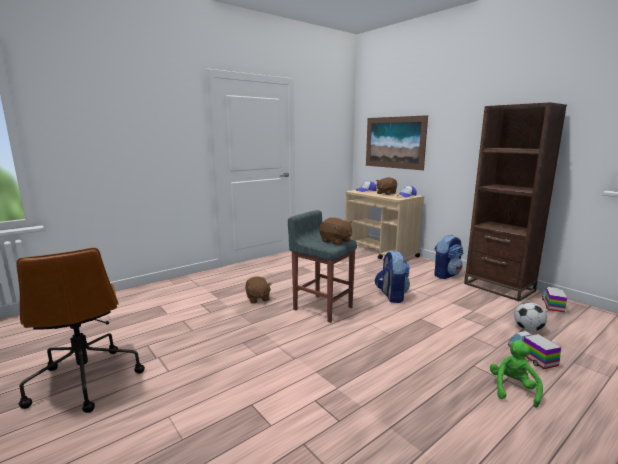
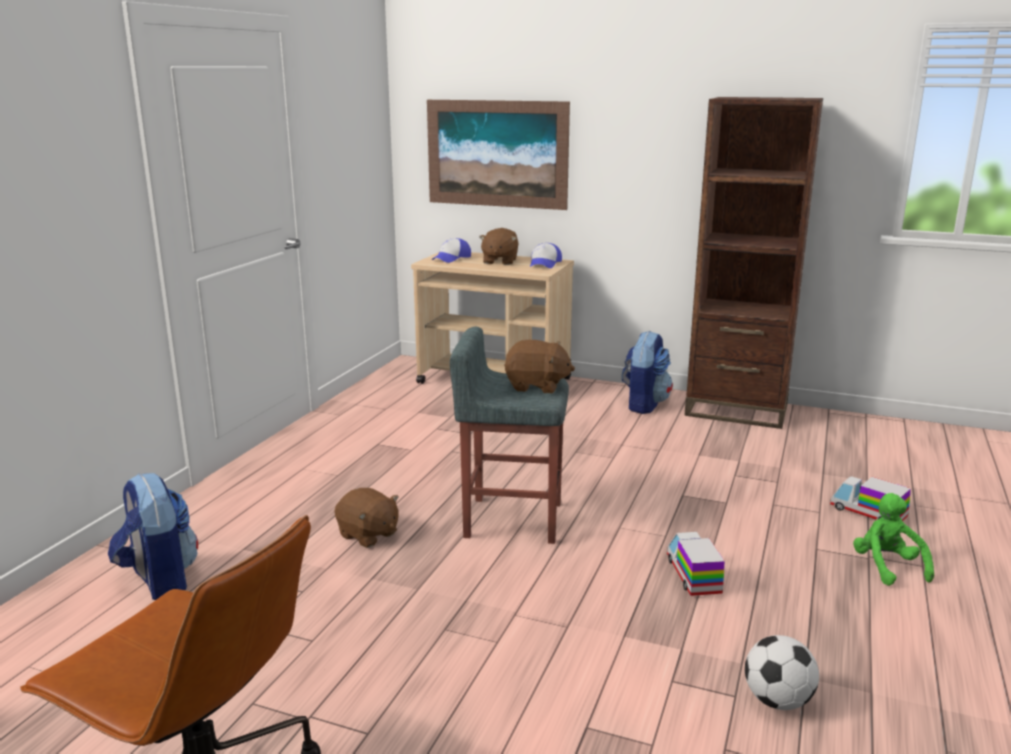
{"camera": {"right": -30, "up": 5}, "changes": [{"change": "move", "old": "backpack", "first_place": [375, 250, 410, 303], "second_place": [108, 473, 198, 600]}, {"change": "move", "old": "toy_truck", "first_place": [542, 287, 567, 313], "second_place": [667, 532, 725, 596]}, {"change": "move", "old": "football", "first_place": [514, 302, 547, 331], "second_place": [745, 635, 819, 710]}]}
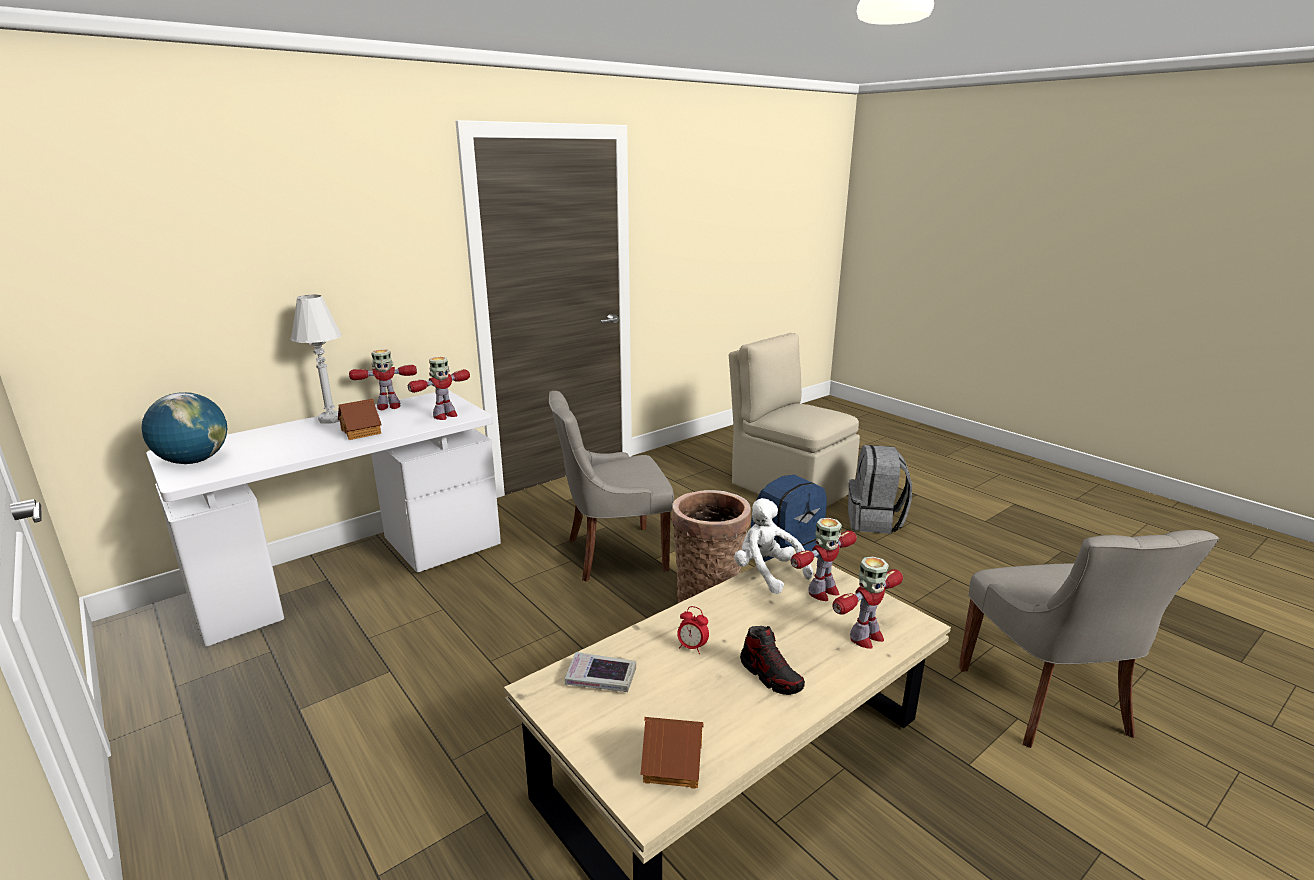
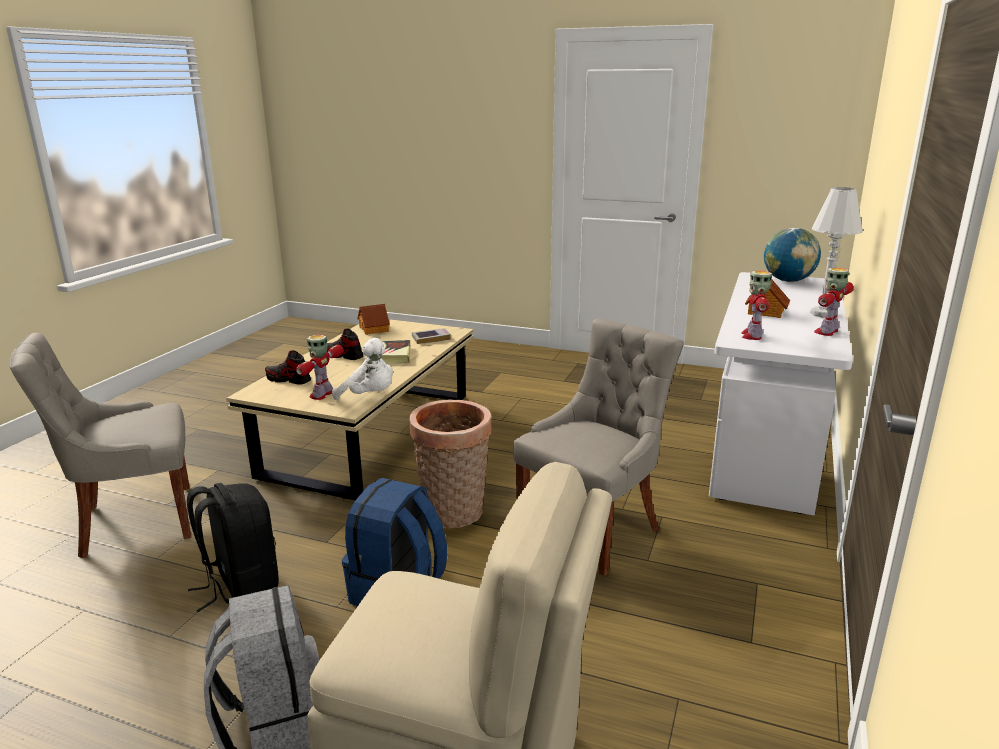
{"camera": {"right": 150, "up": 0}, "changes": [{"change": "rotate", "old": "grey_chair", "first_place": [959, 530, 1219, 748], "second_place": [10, 333, 191, 558], "degrees": -75}, {"change": "replace", "old": "toy_robot", "new": "shoe", "first_place": [832, 556, 903, 649], "second_place": [265, 351, 311, 385]}, {"change": "replace", "old": "alarm_clock", "new": "book", "first_place": [677, 606, 709, 654], "second_place": [381, 340, 410, 364]}, {"change": "insert", "new": "black_backpack", "second_place": [187, 483, 279, 612]}]}
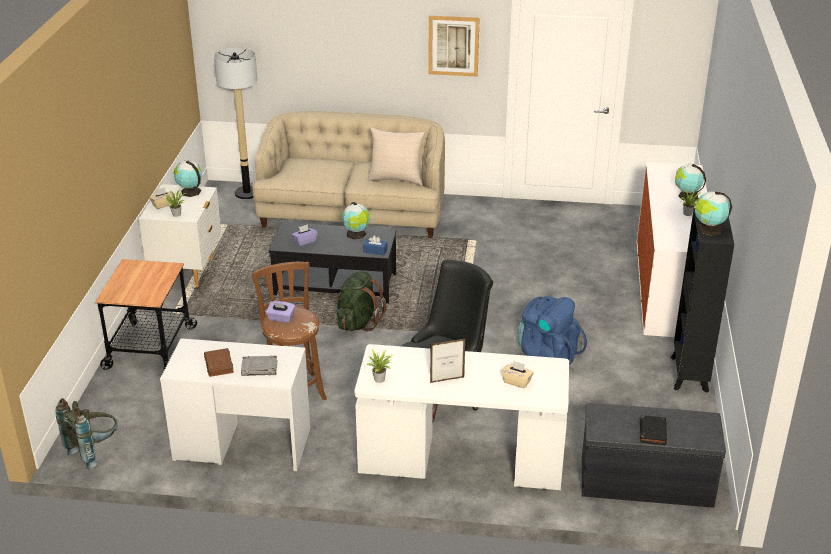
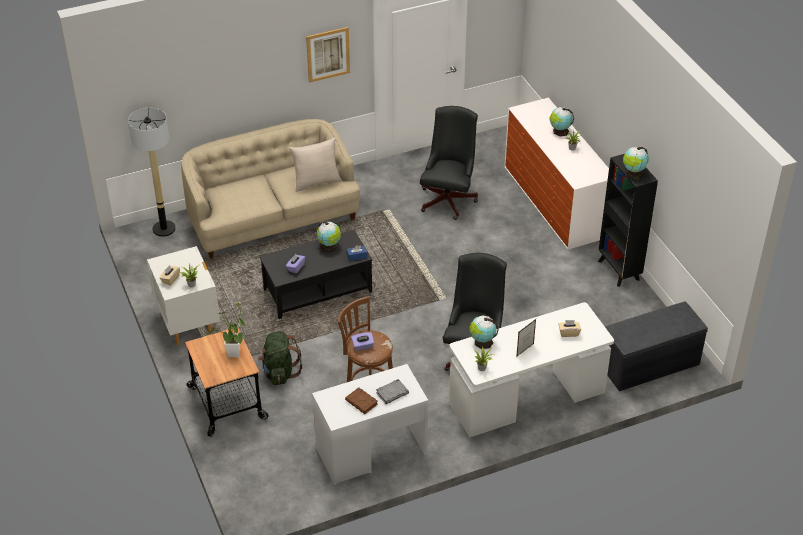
{"camera": {"right": -30, "up": 10}, "changes": [{"change": "move", "old": "globe", "first_place": [174, 160, 202, 197], "second_place": [469, 315, 499, 349]}, {"change": "move", "old": "green_backpack", "first_place": [336, 272, 386, 331], "second_place": [258, 331, 302, 385]}, {"change": "delete", "old": "blue_backpack", "first_place": [518, 296, 587, 365]}, {"change": "delete", "old": "grey_backpack", "first_place": [55, 398, 118, 469]}, {"change": "delete", "old": "black_book", "first_place": [640, 415, 667, 445]}, {"change": "insert", "new": "black_office_chair", "second_place": [420, 106, 478, 220]}, {"change": "insert", "new": "potted_plant", "second_place": [206, 303, 246, 357]}]}
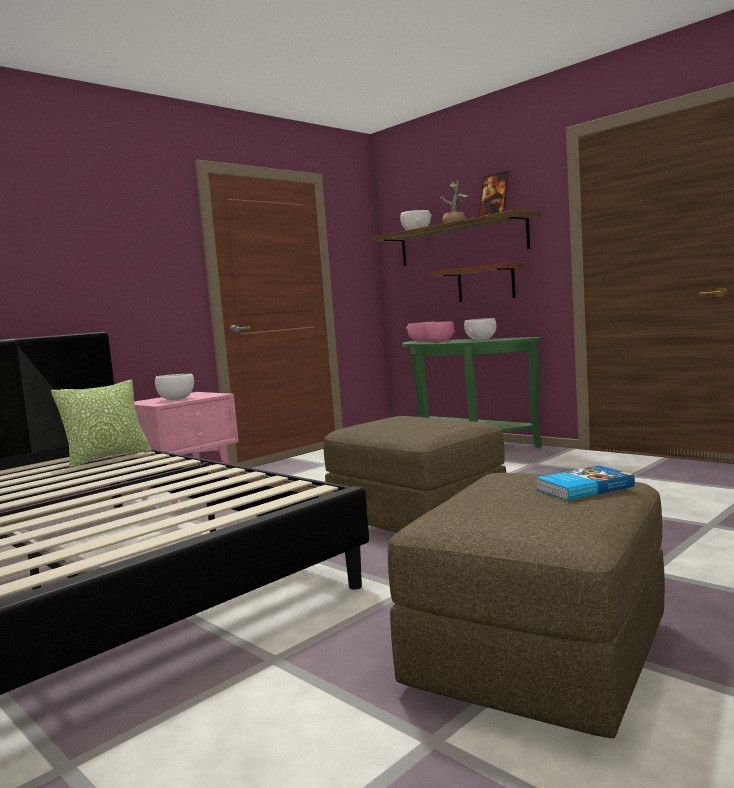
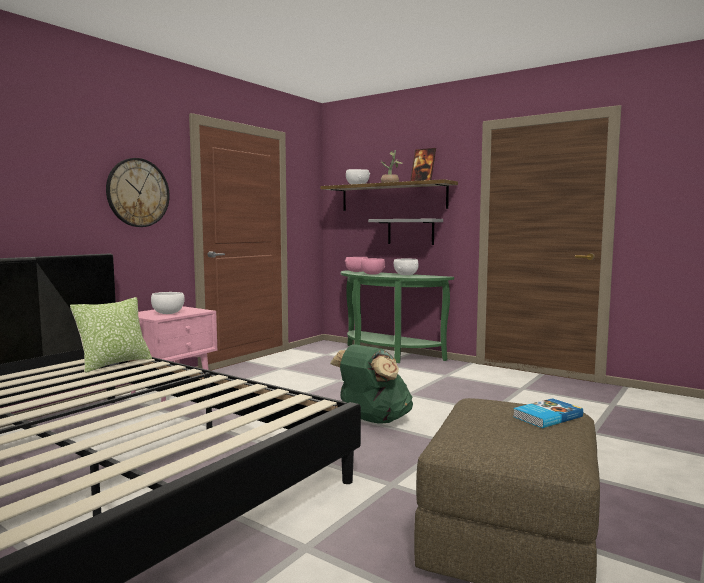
{"camera": {"right": -10, "up": 0}, "changes": [{"change": "recolor", "old": "brown_shelf", "new": "grey_shelf", "first_place": [430, 263, 525, 302], "second_place": [368, 219, 443, 245]}, {"change": "replace", "old": "brown_ottoman", "new": "green_backpack", "first_place": [324, 416, 506, 533], "second_place": [330, 344, 413, 424]}, {"change": "insert", "new": "wall_clock", "second_place": [106, 158, 170, 227]}]}
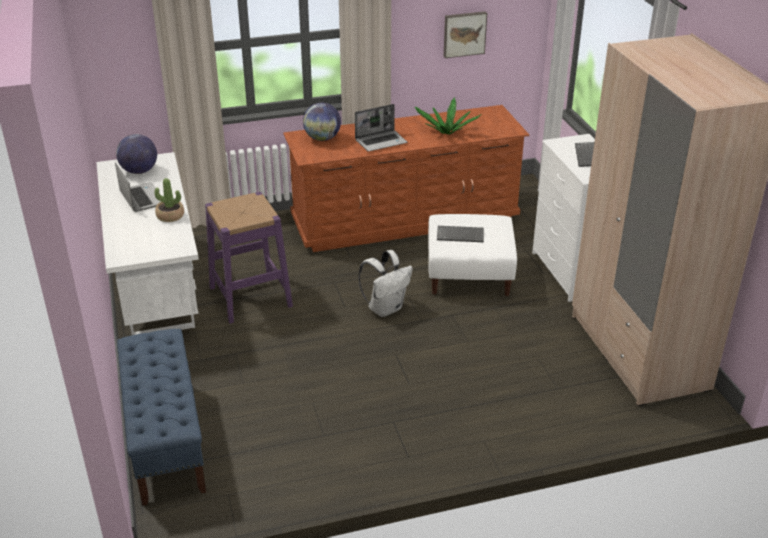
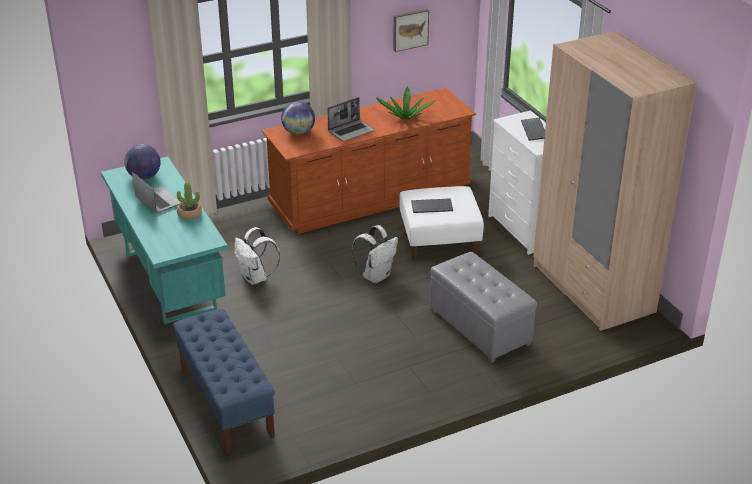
{"camera": {"right": -10, "up": 0}, "changes": [{"change": "recolor", "old": "white_desk", "new": "turquoise_desk", "first_place": [96, 152, 199, 335], "second_place": [101, 156, 228, 324]}, {"change": "replace", "old": "purple_stool", "new": "white_backpack", "first_place": [205, 192, 293, 324], "second_place": [234, 227, 280, 285]}, {"change": "insert", "new": "grey_ottoman", "second_place": [430, 252, 537, 363]}]}
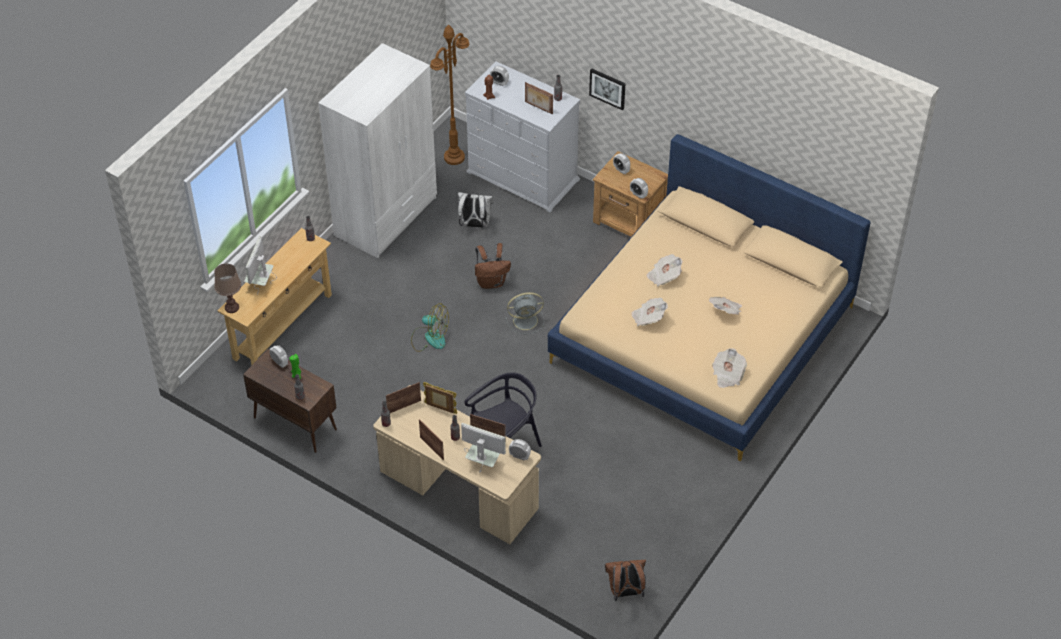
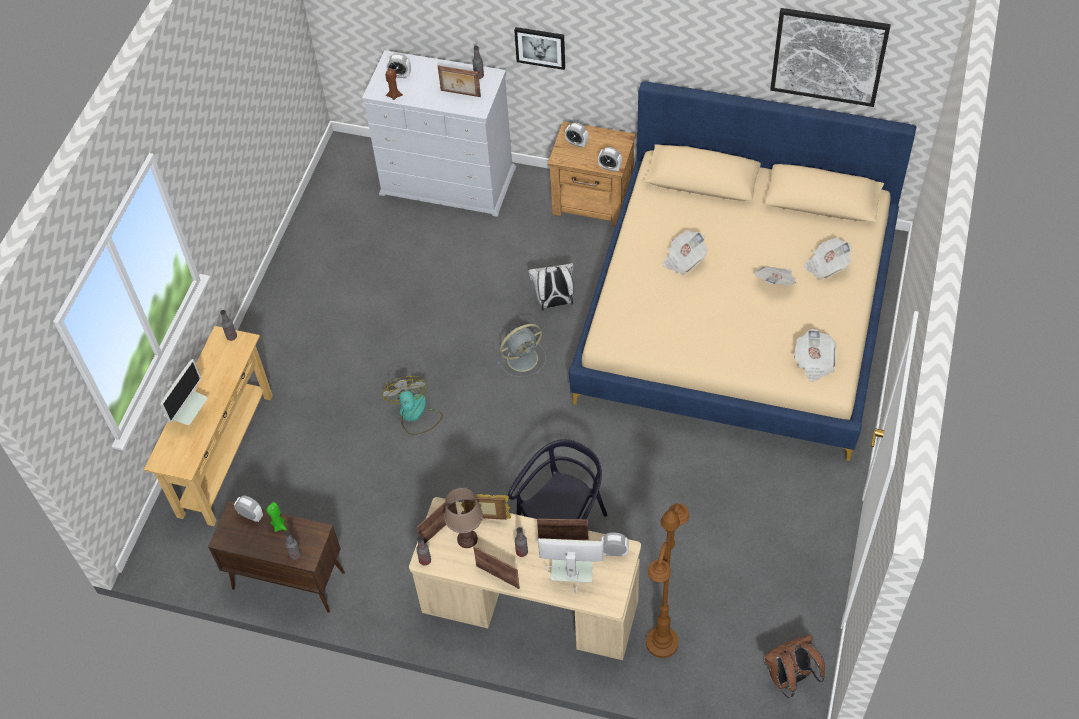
{"camera": {"right": -15, "up": 5}, "changes": [{"change": "move", "old": "brown_floor_lamp", "first_place": [430, 24, 469, 165], "second_place": [646, 503, 690, 658]}, {"change": "delete", "old": "white_wardrobe", "first_place": [318, 43, 437, 258]}, {"change": "move", "old": "white_backpack", "first_place": [458, 192, 493, 228], "second_place": [528, 263, 574, 311]}, {"change": "rotate", "old": "monitor", "first_place": [244, 236, 277, 294], "second_place": [160, 359, 208, 425], "degrees": -150}, {"change": "delete", "old": "brown_backpack", "first_place": [475, 243, 511, 289]}, {"change": "move", "old": "brown_table_lamp", "first_place": [214, 264, 241, 313], "second_place": [444, 487, 483, 548]}, {"change": "move", "old": "newspaper", "first_place": [631, 298, 668, 326], "second_place": [804, 238, 852, 280]}, {"change": "rotate", "old": "fan", "first_place": [411, 303, 449, 352], "second_place": [382, 376, 443, 435], "degrees": -105}, {"change": "insert", "new": "picture", "second_place": [770, 8, 891, 107]}]}
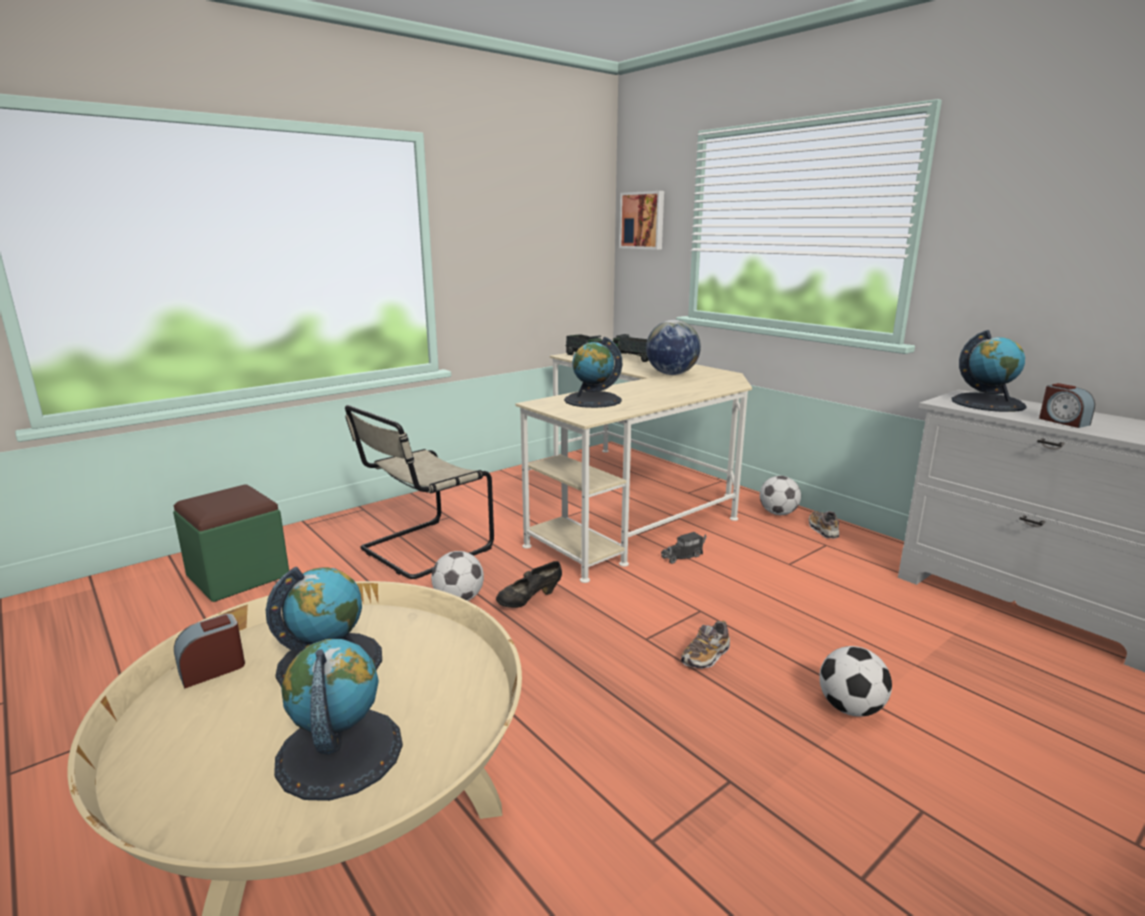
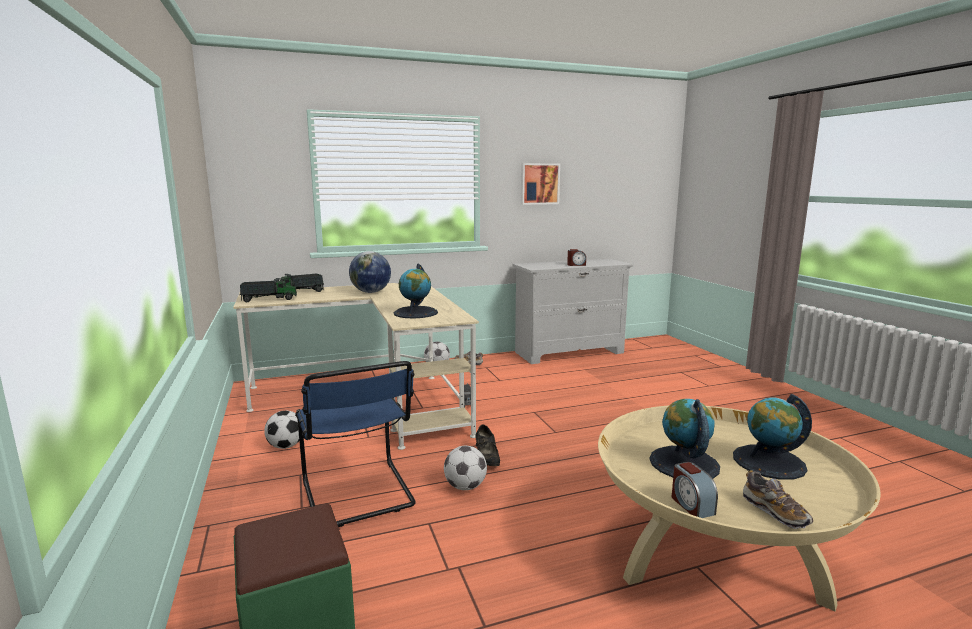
{"camera": {"right": -70, "up": -5}, "changes": [{"change": "move", "old": "picture", "first_place": [619, 191, 664, 250], "second_place": [521, 163, 560, 205]}, {"change": "delete", "old": "globe", "first_place": [952, 330, 1027, 412]}, {"change": "recolor", "old": "beige_chair", "new": "blue_chair", "first_place": [345, 405, 494, 579], "second_place": [295, 361, 416, 527]}, {"change": "move", "old": "shoe", "first_place": [681, 621, 730, 669], "second_place": [743, 470, 813, 529]}, {"change": "move", "old": "football", "first_place": [819, 646, 892, 717], "second_place": [264, 411, 299, 449]}]}
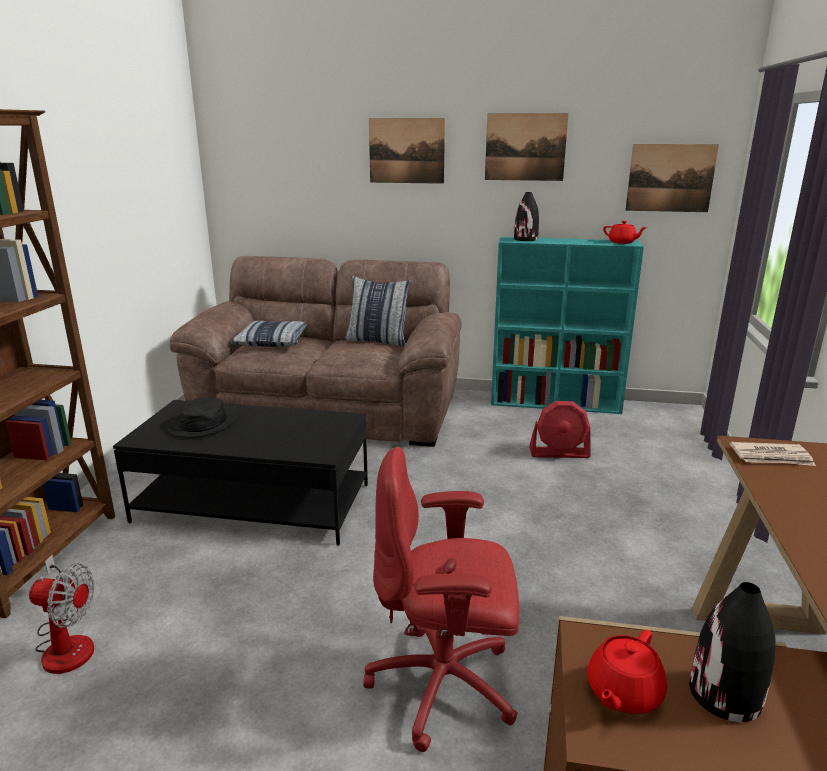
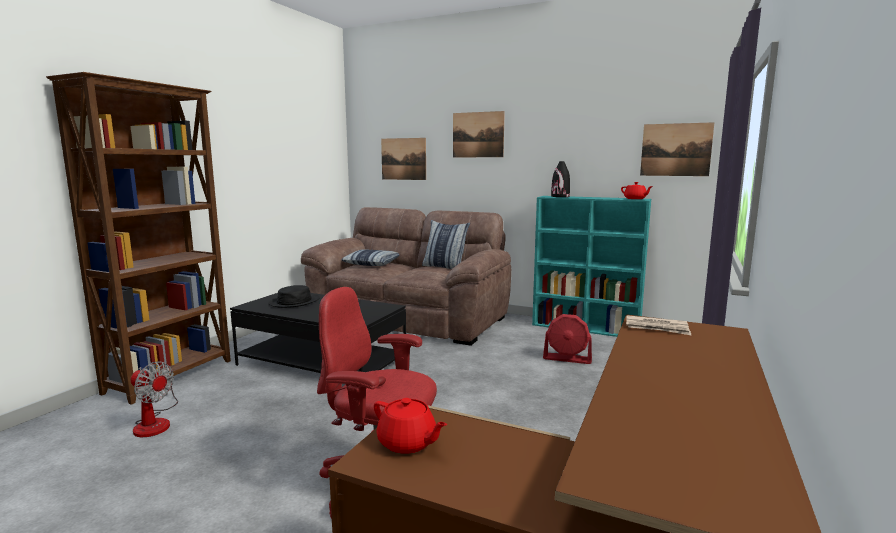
{"camera": {"right": 15, "up": -10}, "changes": [{"change": "move", "old": "picture", "first_place": [485, 113, 568, 181], "second_place": [381, 138, 426, 180]}, {"change": "delete", "old": "black_vase", "first_place": [689, 582, 775, 722]}, {"change": "rotate", "old": "red_teapot", "first_place": [587, 629, 667, 714], "second_place": [374, 398, 447, 454], "degrees": -105}]}
